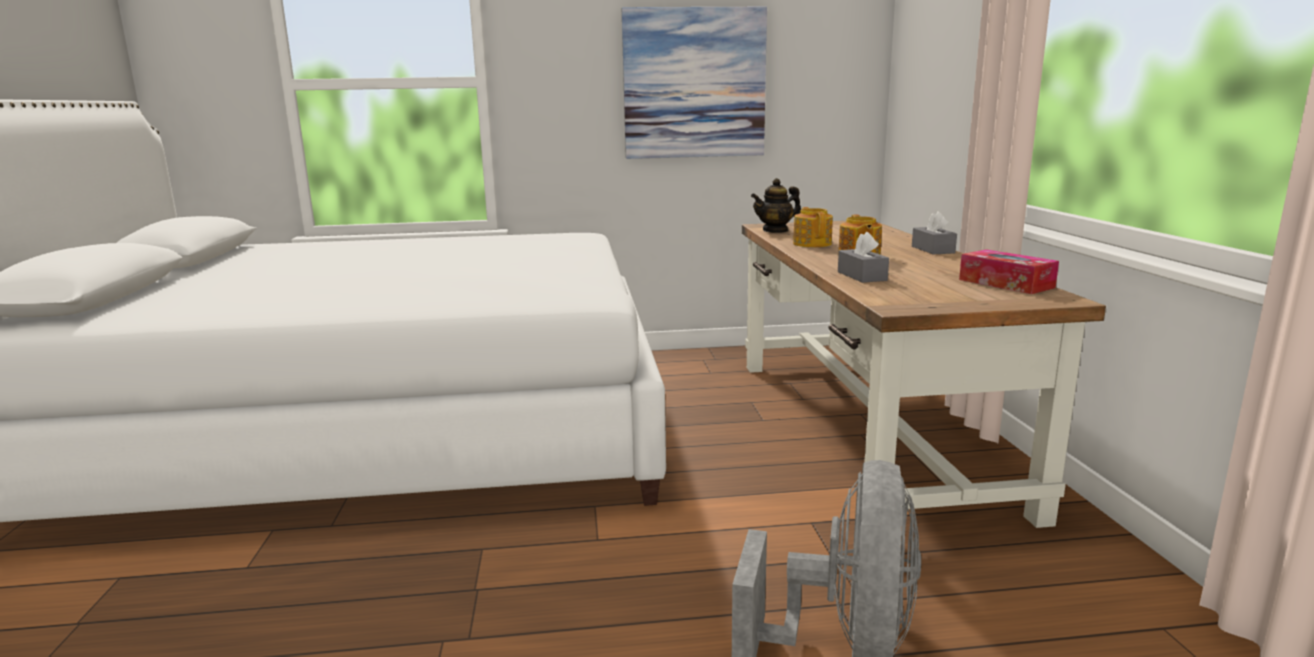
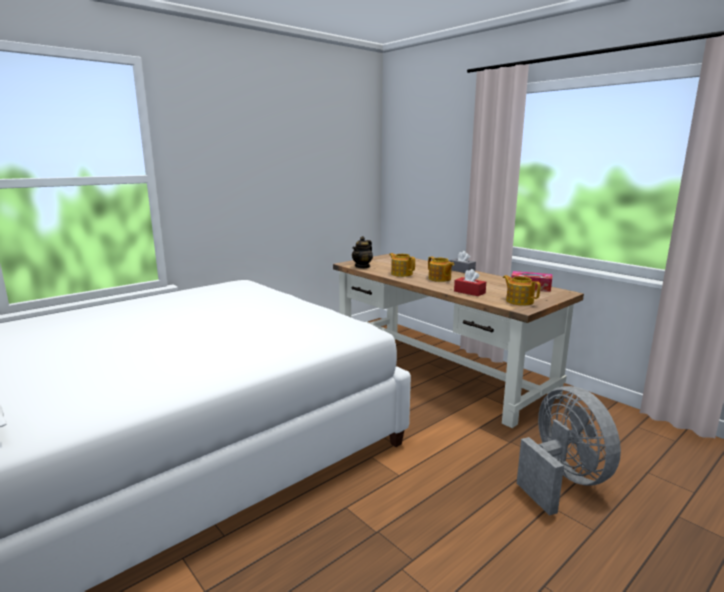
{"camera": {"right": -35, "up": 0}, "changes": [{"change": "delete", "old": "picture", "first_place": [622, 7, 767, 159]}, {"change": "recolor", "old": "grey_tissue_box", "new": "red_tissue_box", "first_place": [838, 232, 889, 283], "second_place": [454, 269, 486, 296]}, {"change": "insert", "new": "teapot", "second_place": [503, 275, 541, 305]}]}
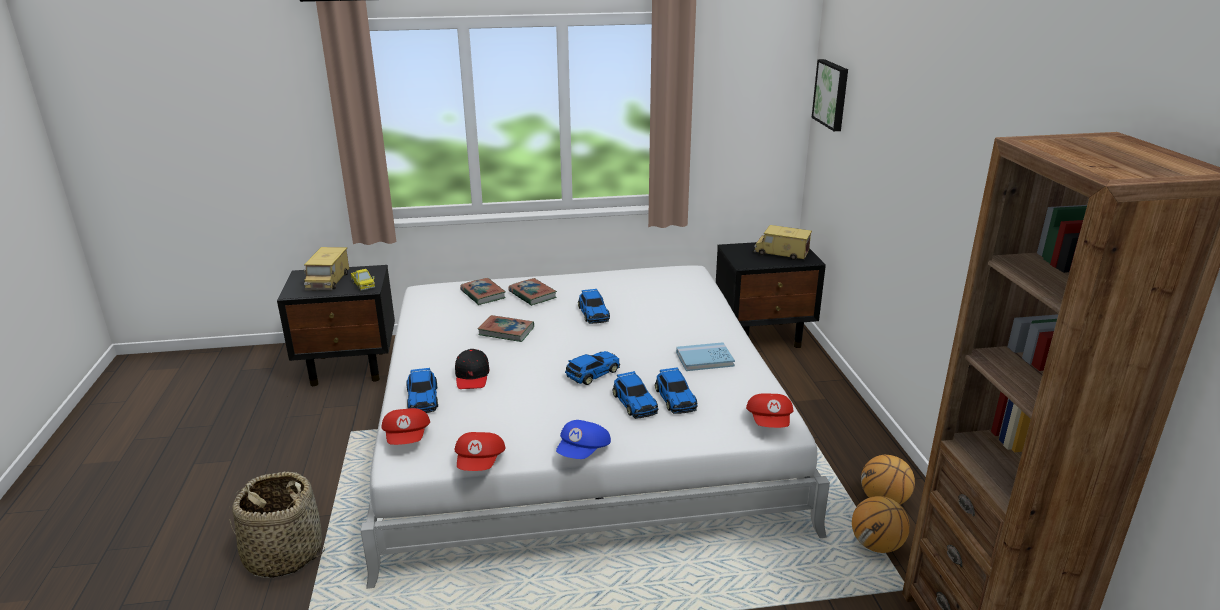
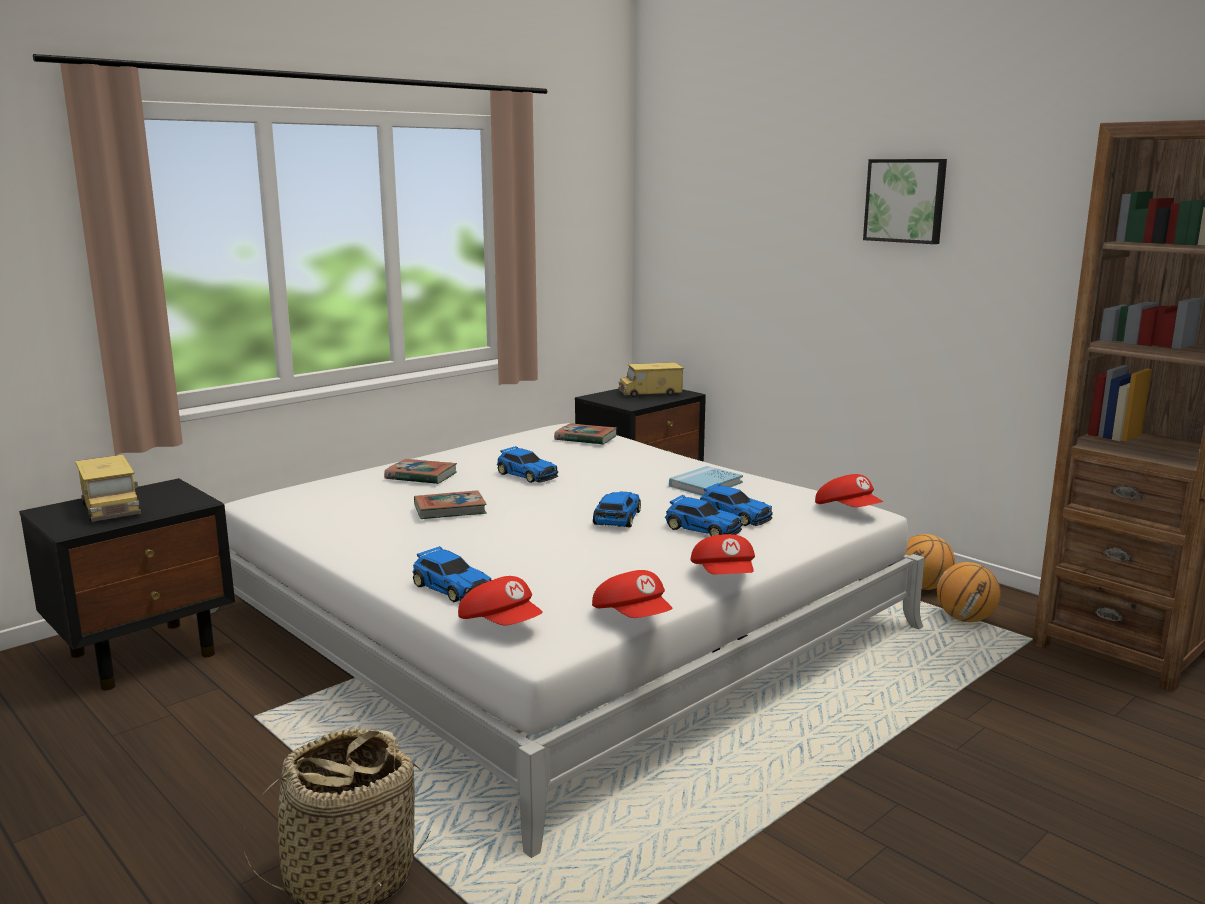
{"camera": {"right": -35, "up": -10}, "changes": [{"change": "move", "old": "picture", "first_place": [812, 59, 848, 131], "second_place": [863, 159, 947, 244]}, {"change": "delete", "old": "toy_truck", "first_place": [350, 269, 375, 290]}, {"change": "move", "old": "book", "first_place": [460, 278, 506, 305], "second_place": [554, 423, 617, 445]}, {"change": "delete", "old": "black_cap", "first_place": [455, 349, 489, 389]}, {"change": "recolor", "old": "blue_cap", "new": "red_cap", "first_place": [556, 420, 611, 459], "second_place": [690, 534, 755, 574]}]}
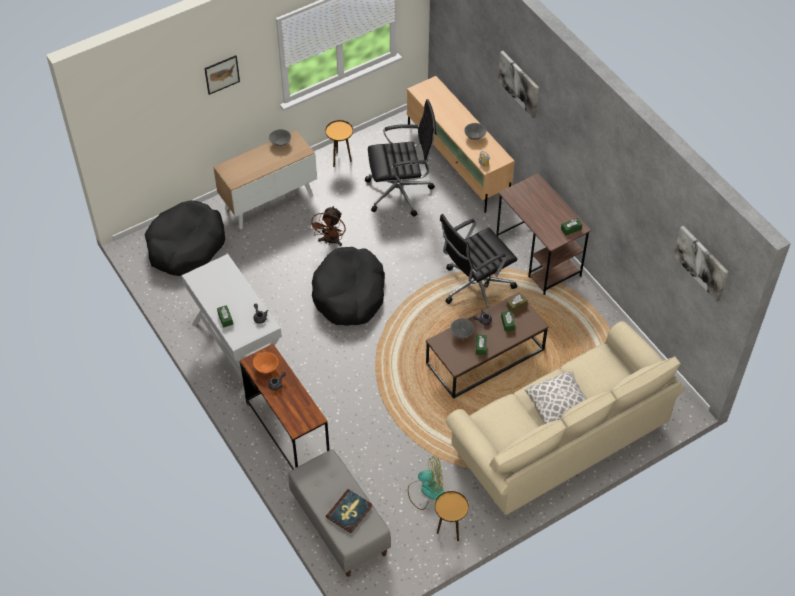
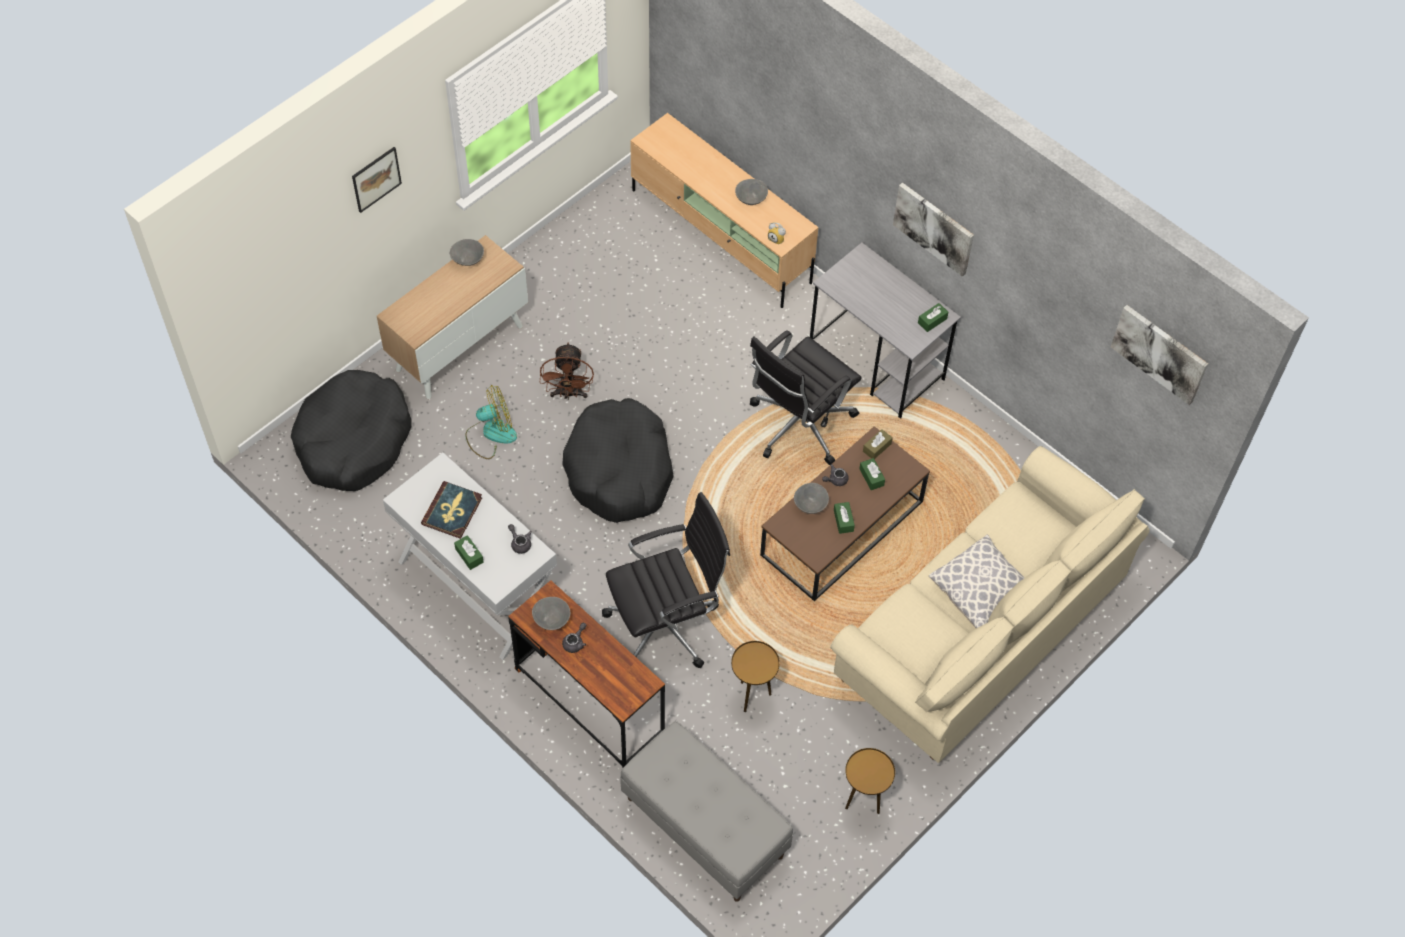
{"camera": {"right": -15, "up": 5}, "changes": [{"change": "move", "old": "picture", "first_place": [498, 51, 539, 118], "second_place": [893, 183, 974, 277]}, {"change": "move", "old": "black_office_chair", "first_place": [365, 99, 436, 217], "second_place": [602, 492, 730, 668]}, {"change": "move", "old": "brown_side_table", "first_place": [325, 120, 353, 167], "second_place": [731, 641, 780, 712]}, {"change": "recolor", "old": "brown_desk", "new": "grey_desk", "first_place": [496, 173, 591, 295], "second_place": [810, 242, 961, 419]}, {"change": "recolor", "old": "orange_bowl", "new": "grey_bowl", "first_place": [253, 352, 278, 373], "second_place": [532, 597, 570, 630]}, {"change": "move", "old": "fan", "first_place": [408, 456, 444, 510], "second_place": [465, 385, 517, 459]}, {"change": "move", "old": "book", "first_place": [326, 489, 372, 533], "second_place": [421, 481, 482, 539]}]}
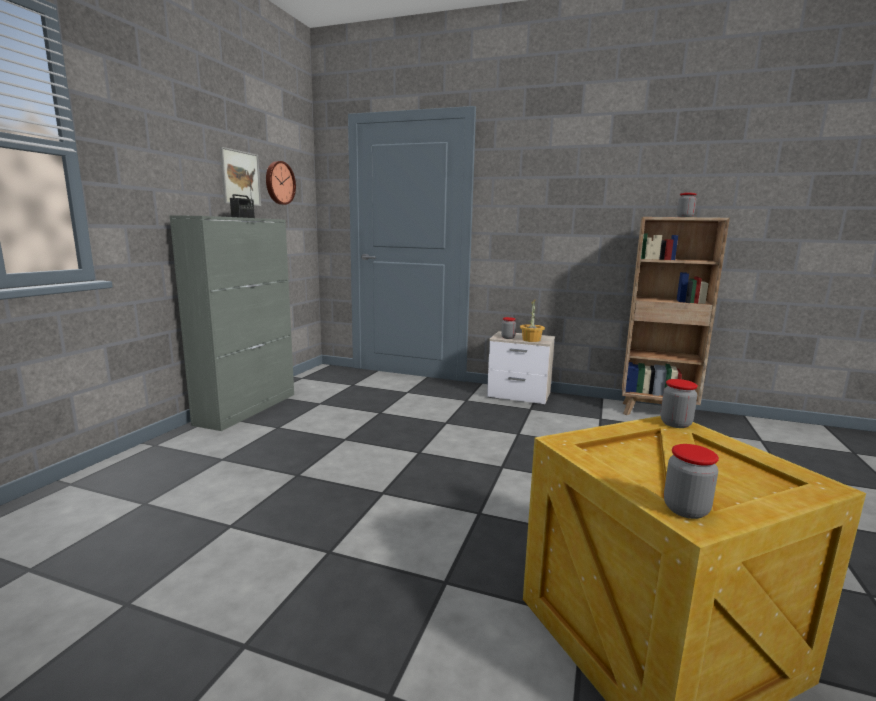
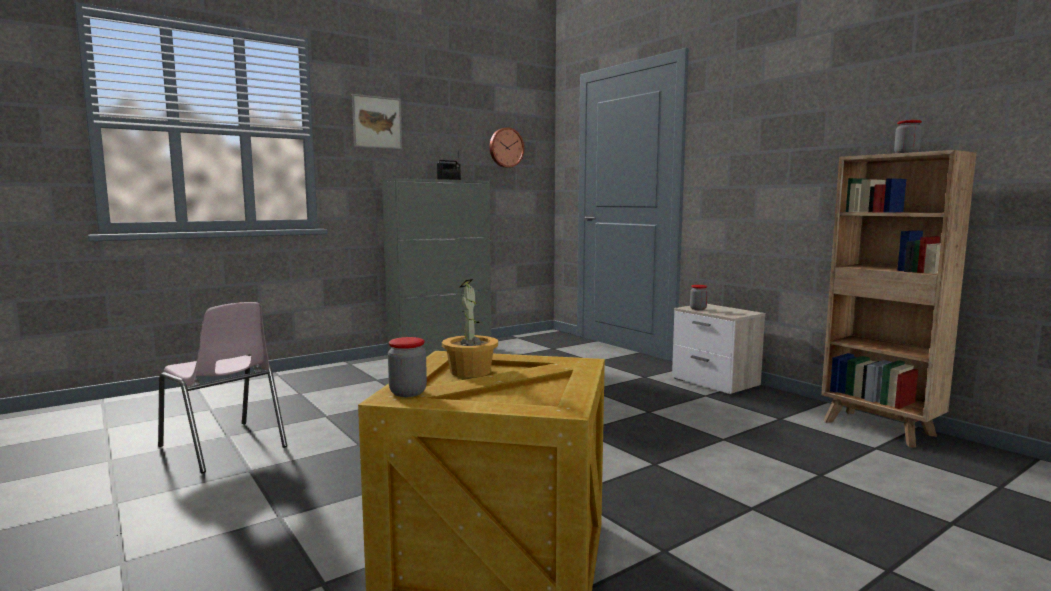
{"camera": {"right": 35, "up": -5}, "changes": [{"change": "move", "old": "picture", "first_place": [220, 147, 261, 206], "second_place": [352, 94, 402, 149]}, {"change": "move", "old": "potted_plant", "first_place": [520, 299, 545, 342], "second_place": [442, 279, 498, 377]}, {"change": "delete", "old": "jar", "first_place": [661, 379, 698, 428]}, {"change": "insert", "new": "pink_chair", "second_place": [158, 302, 287, 473]}]}
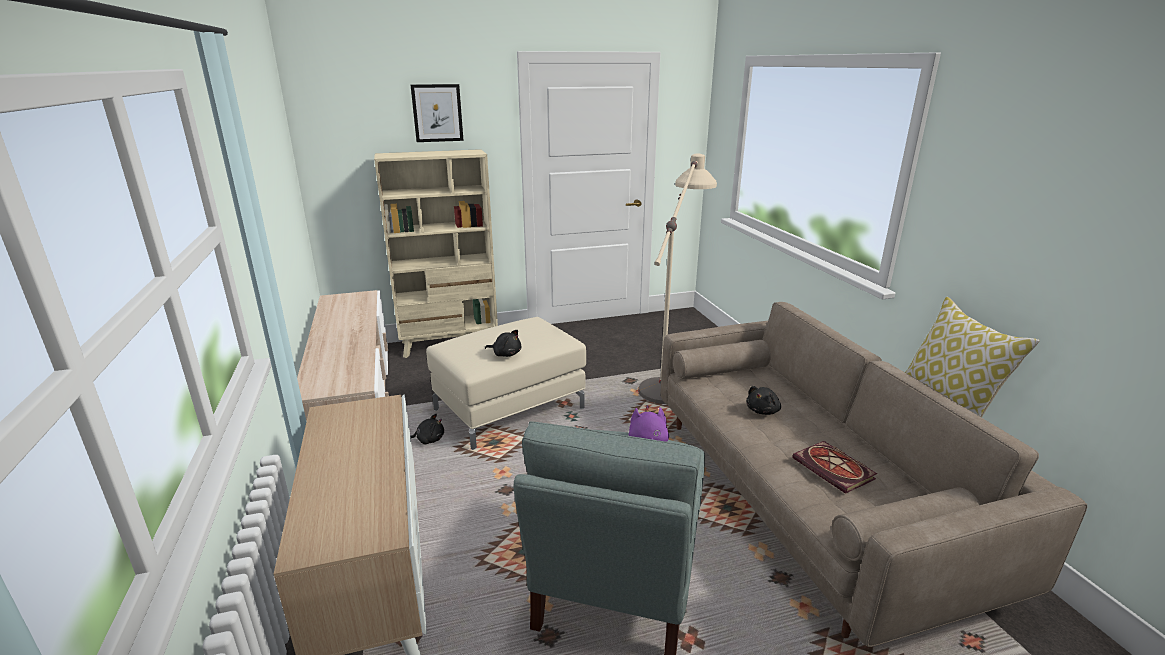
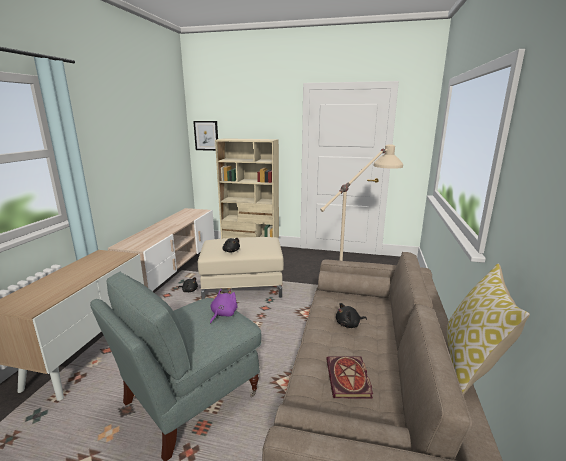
{"camera": {"right": 30, "up": -5}, "changes": [{"change": "move", "old": "picture", "first_place": [411, 84, 464, 142], "second_place": [193, 121, 218, 151]}]}
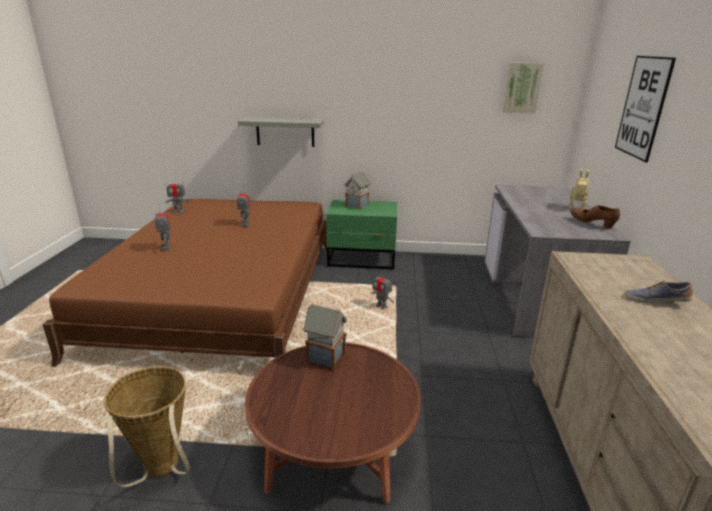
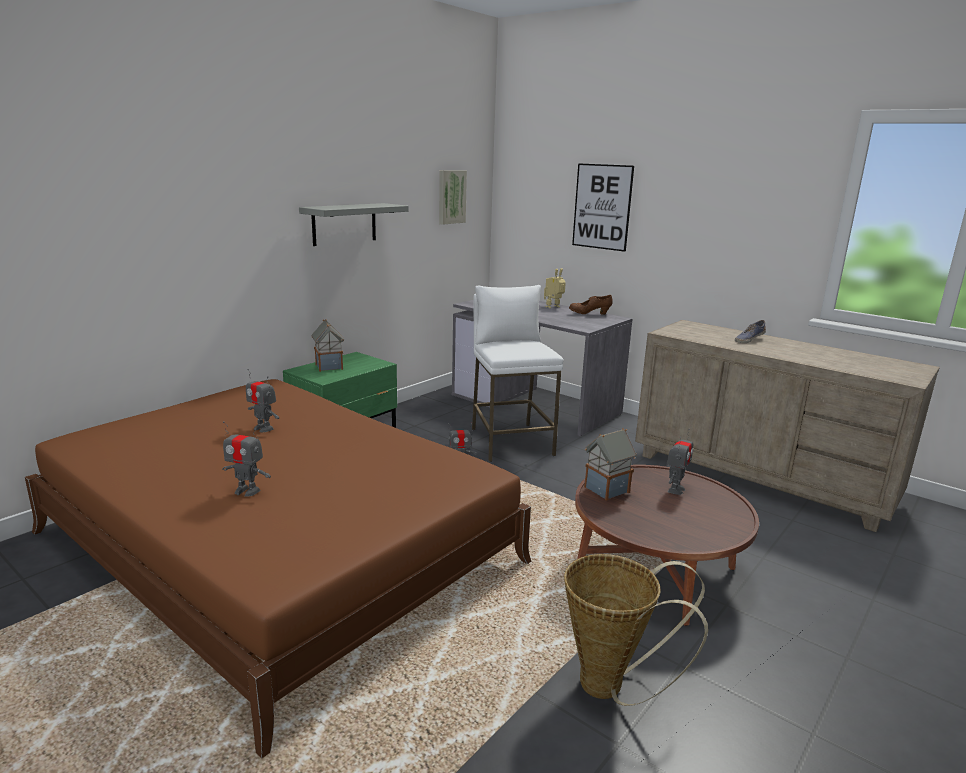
{"camera": {"right": -55, "up": -5}, "changes": [{"change": "move", "old": "grey_shelf", "first_place": [238, 117, 324, 147], "second_place": [299, 203, 409, 246]}, {"change": "move", "old": "toy_robot", "first_place": [165, 178, 191, 213], "second_place": [667, 429, 693, 495]}, {"change": "insert", "new": "white_stool", "second_place": [472, 285, 564, 462]}]}
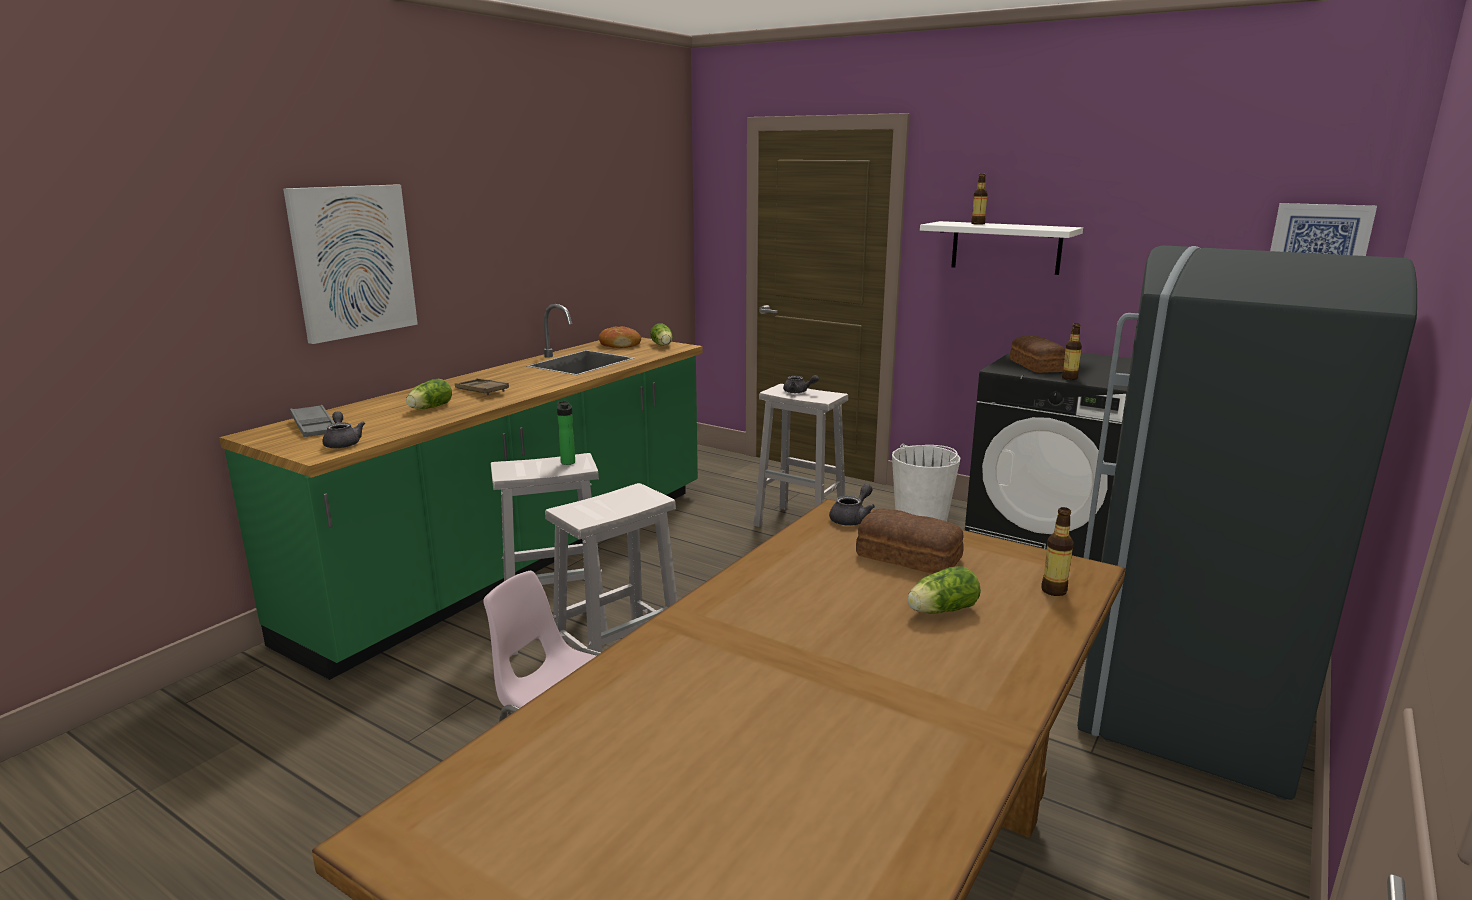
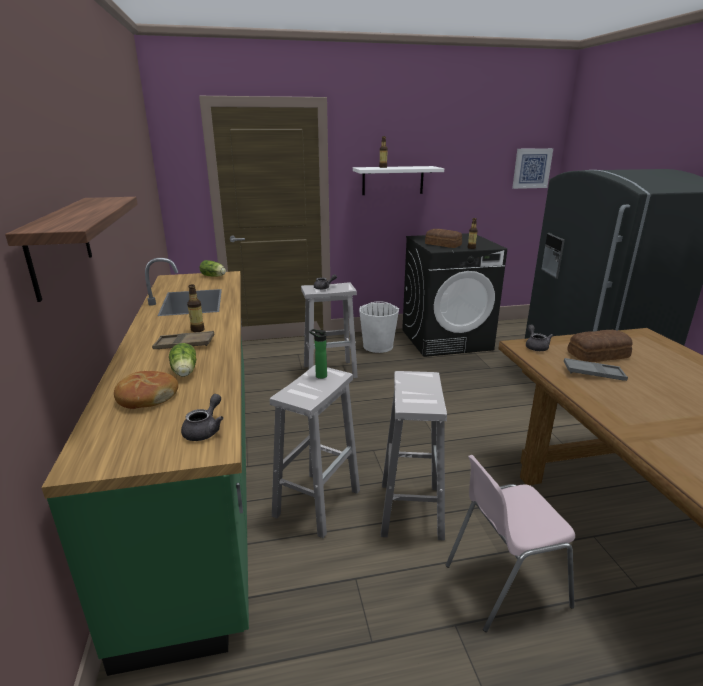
{"camera": {"right": -45, "up": 5}, "changes": [{"change": "replace", "old": "picture", "new": "shelf", "first_place": [283, 185, 418, 344], "second_place": [5, 197, 138, 302]}, {"change": "move", "old": "bread", "first_place": [599, 326, 641, 348], "second_place": [114, 371, 178, 409]}, {"change": "move", "old": "grey_tray", "first_place": [290, 405, 334, 437], "second_place": [564, 358, 628, 381]}, {"change": "rotate", "old": "grey_teapot", "first_place": [322, 412, 365, 449], "second_place": [181, 394, 223, 441], "degrees": 90}, {"change": "move", "old": "bottle", "first_place": [1041, 507, 1074, 596], "second_place": [187, 284, 204, 332]}, {"change": "delete", "old": "lettuce", "first_place": [907, 566, 981, 614]}]}
